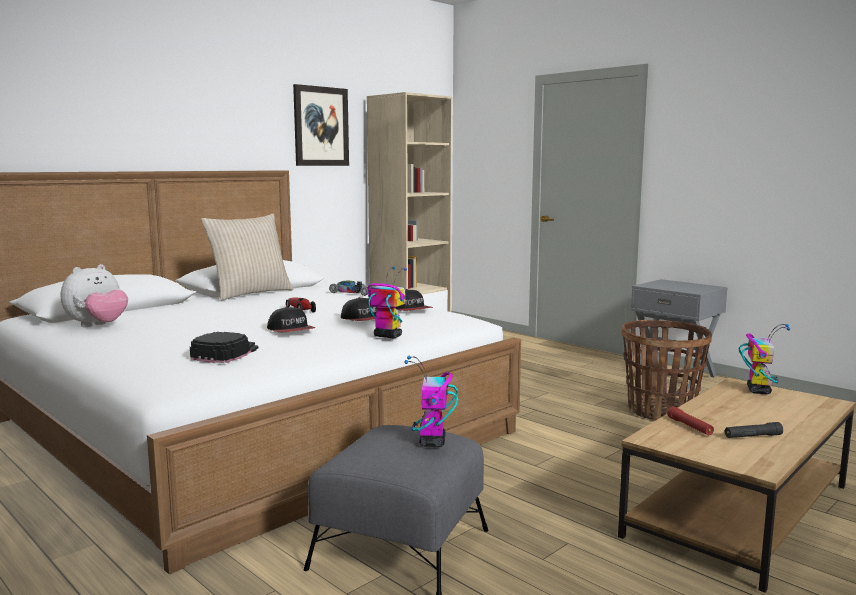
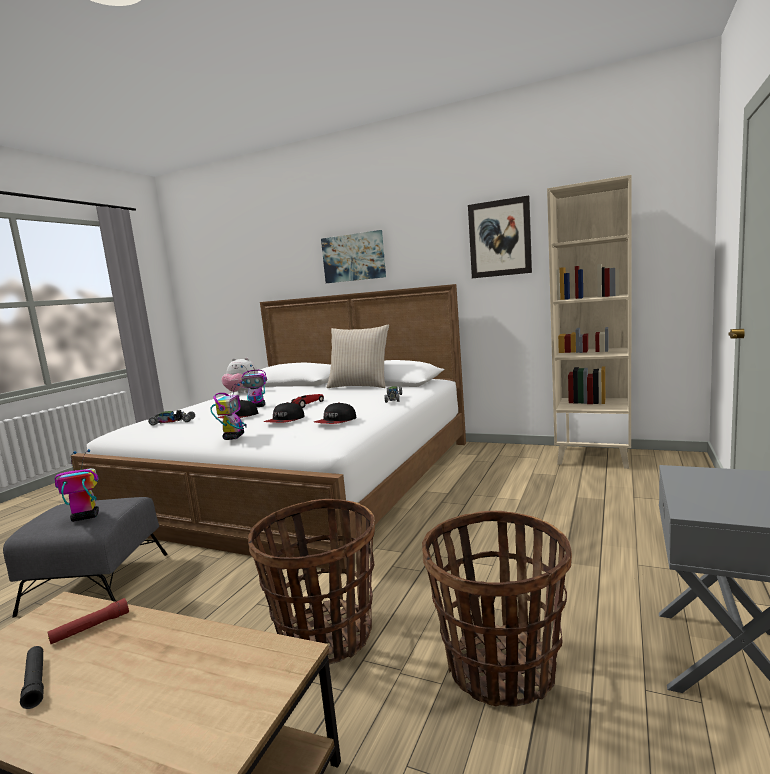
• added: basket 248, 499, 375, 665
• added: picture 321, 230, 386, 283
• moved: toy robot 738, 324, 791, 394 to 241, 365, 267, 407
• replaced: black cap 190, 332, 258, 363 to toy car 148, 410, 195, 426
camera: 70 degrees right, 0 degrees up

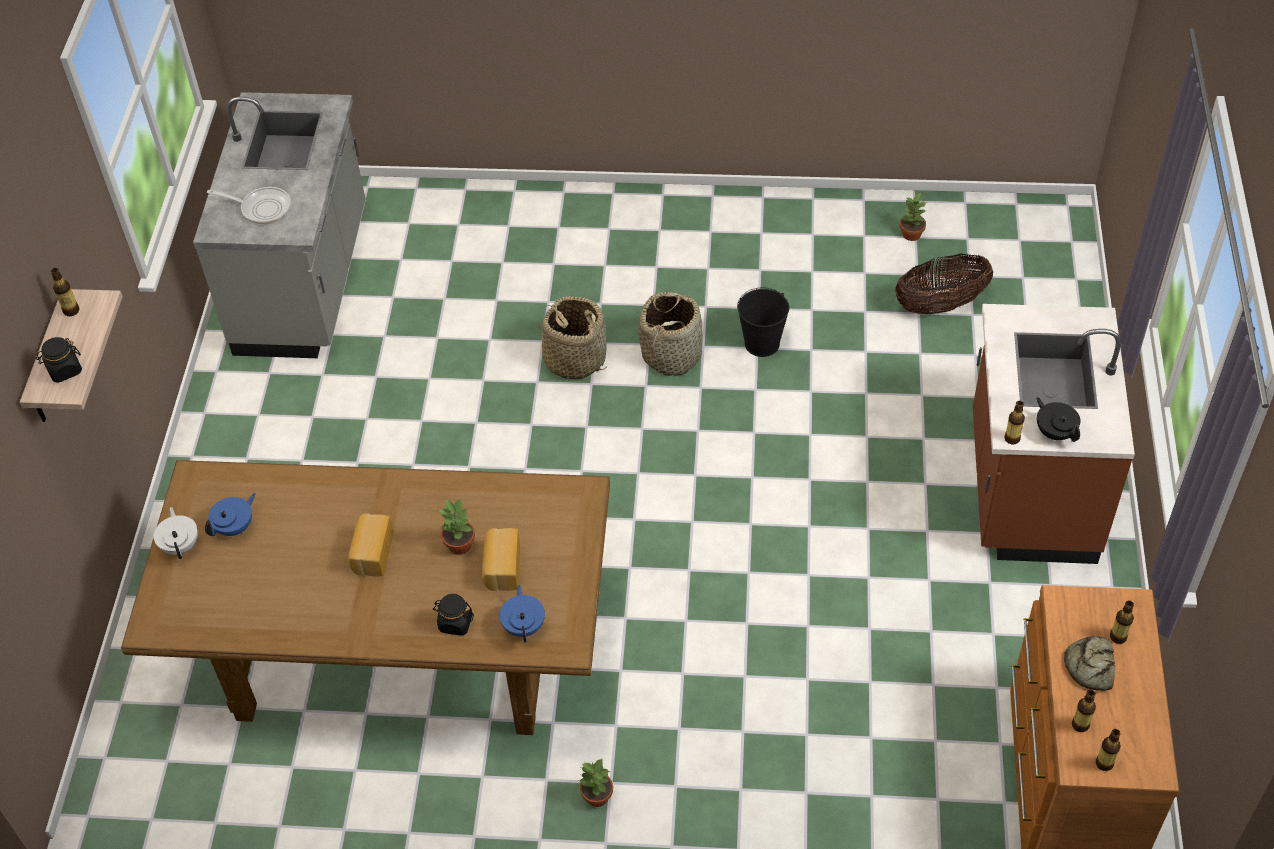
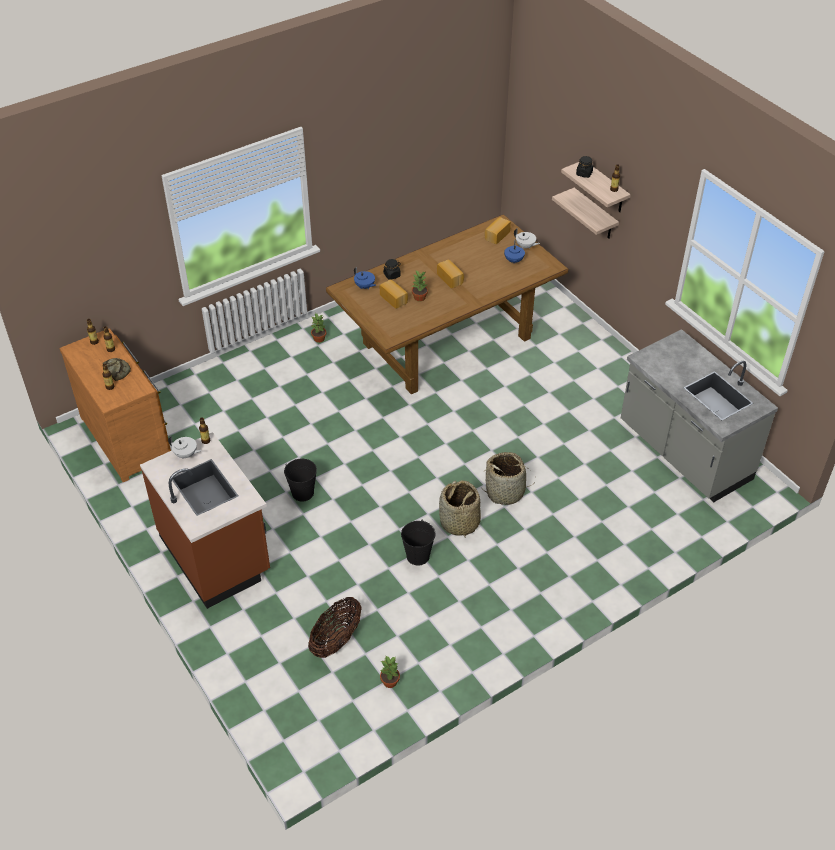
• removed: frying pan 207, 187, 291, 224
• added: black bucket 284, 459, 317, 502
• added: bread 484, 217, 511, 244
• added: shelf 552, 188, 619, 239
• recoloured: black teapot 1036, 397, 1081, 442 to white teapot 168, 436, 202, 459
camera: 140 degrees right, 5 degrees down

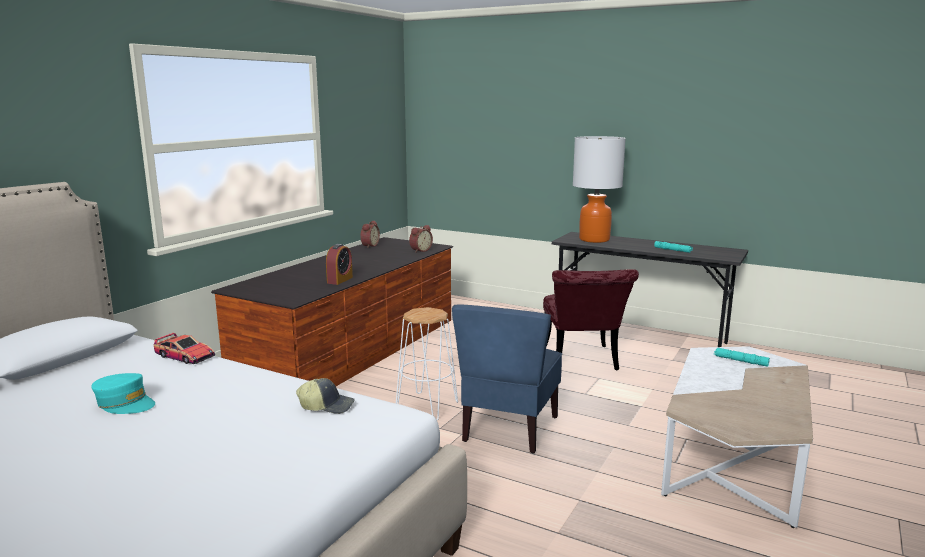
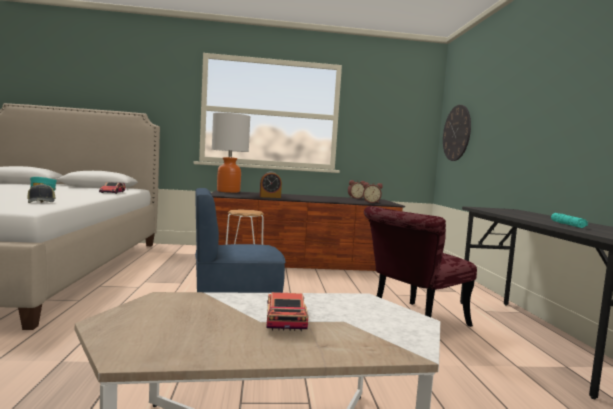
• removed: turquoise flashlight 714, 348, 770, 367
• added: toy car 266, 292, 308, 331
• added: wall clock 443, 105, 471, 161
• moved: table lamp 573, 136, 626, 243 to 212, 113, 250, 193
camera: 55 degrees right, 10 degrees down

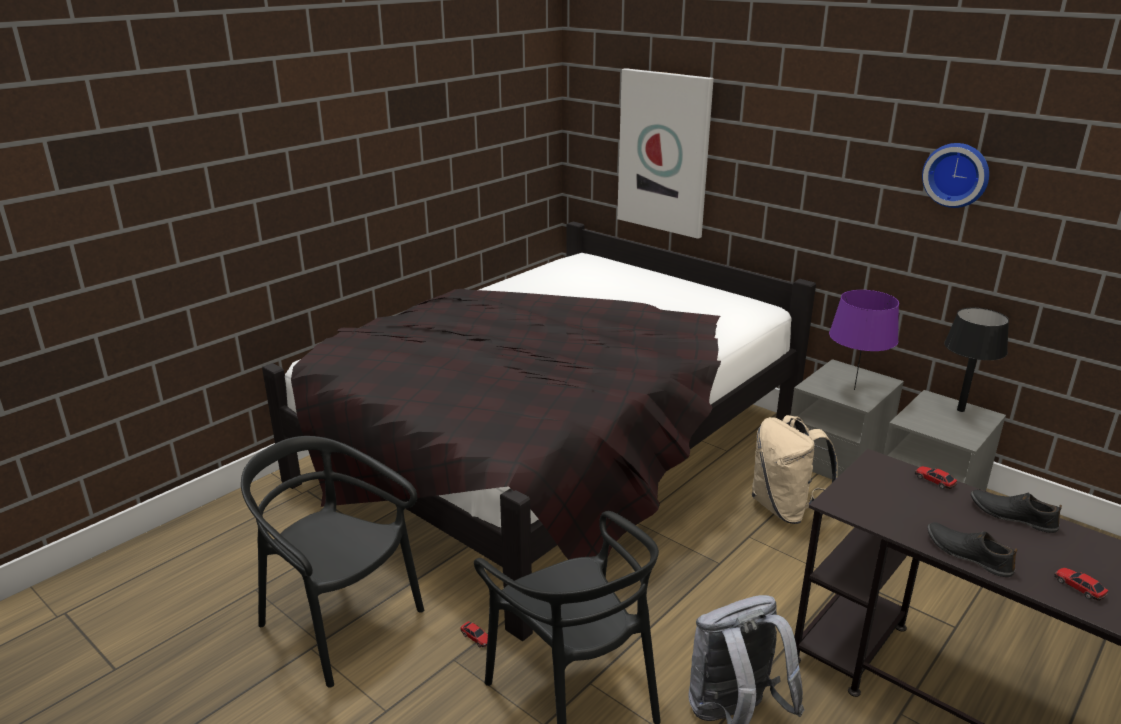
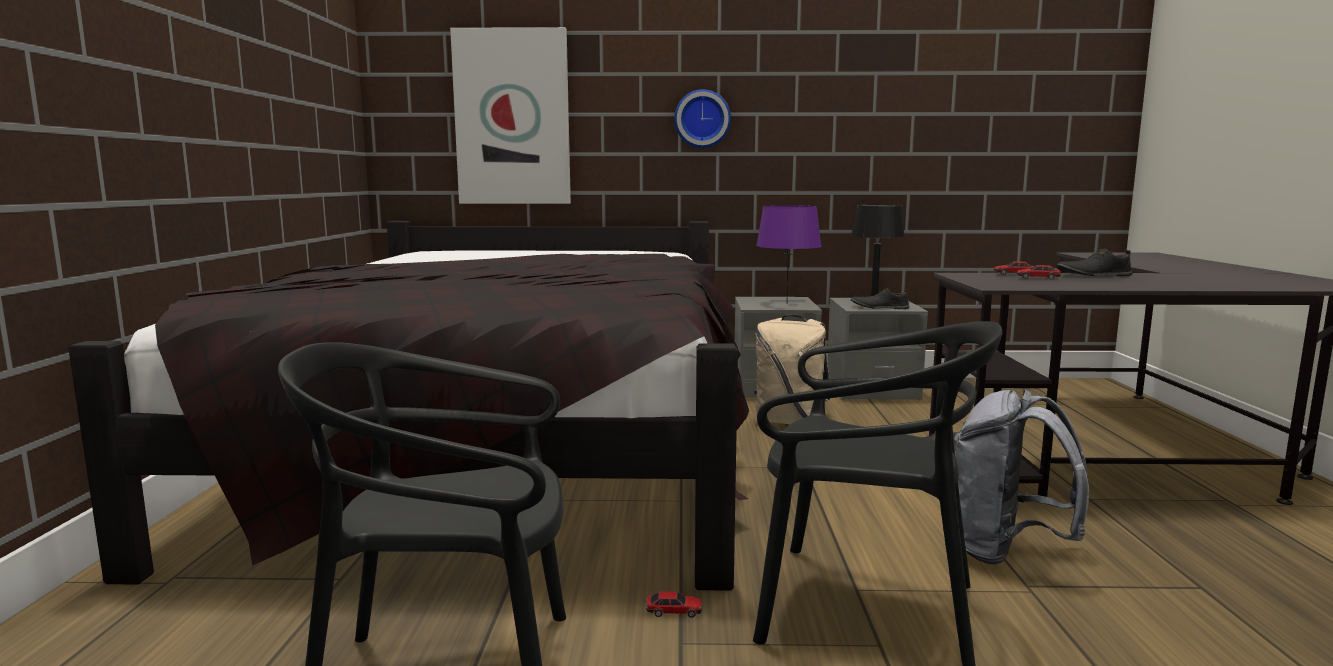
• moved: wall clock 922, 143, 989, 208 to 674, 89, 731, 148
• moved: black shoe 927, 522, 1017, 577 to 851, 288, 909, 309
• moved: toy car 1054, 568, 1108, 601 to 1017, 265, 1061, 280
camera: 40 degrees left, 15 degrees down

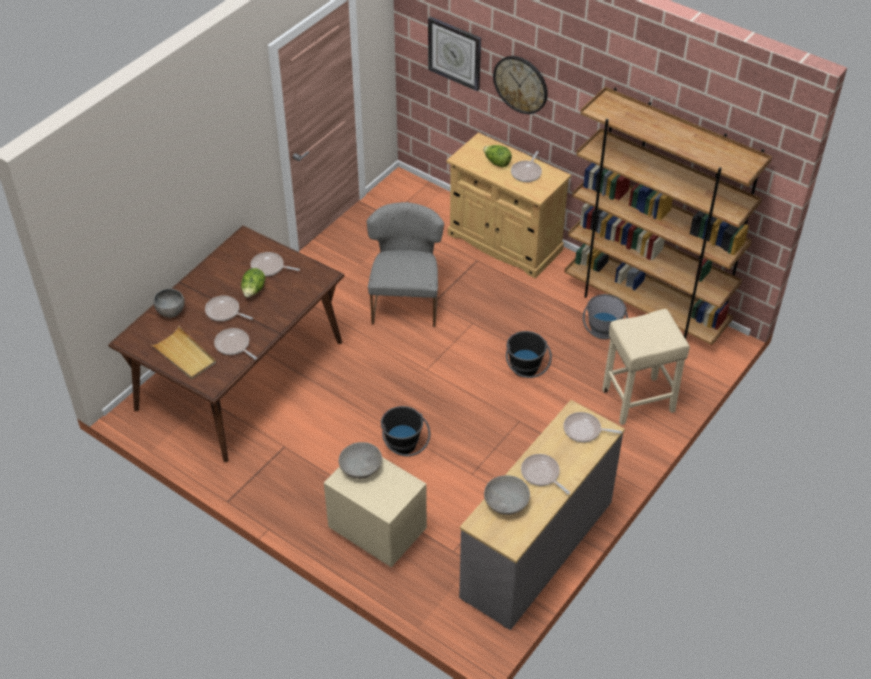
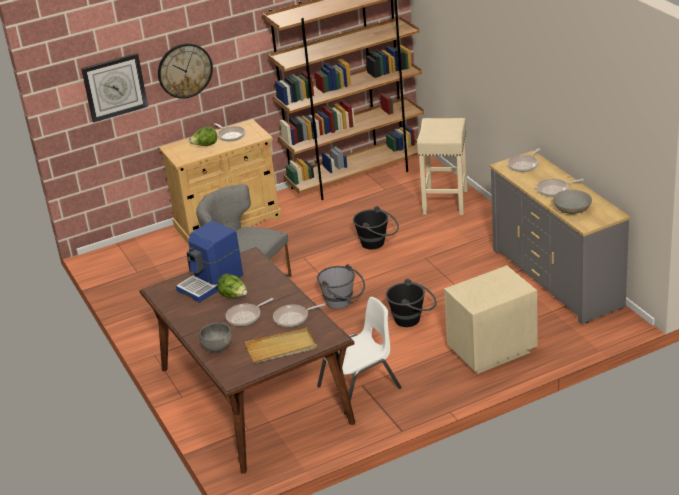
• removed: grey bowl 339, 442, 382, 479
• added: white chair 317, 297, 401, 415
• moved: grey bucket 583, 294, 628, 340 to 317, 264, 365, 309
• replaced: frying pan 250, 252, 300, 276 to coffee machine 176, 221, 243, 303
camera: 60 degrees left, 15 degrees down

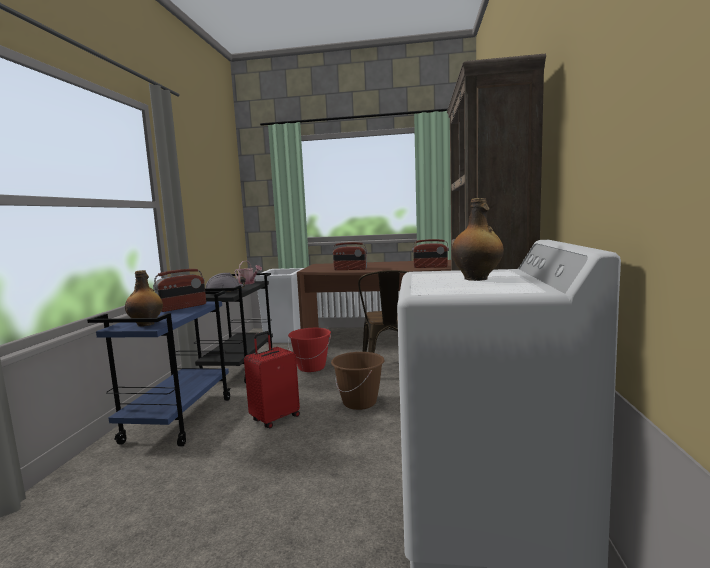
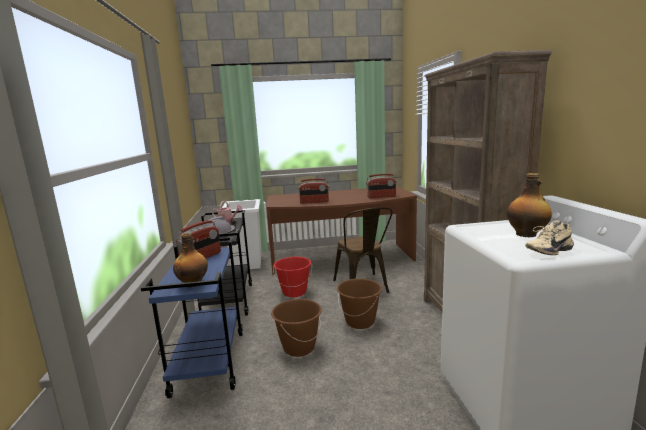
• added: beige shoe 526, 221, 574, 255
• replaced: red suitcase 244, 331, 300, 428 to brown bucket 271, 299, 322, 357
camera: 15 degrees left, 5 degrees up

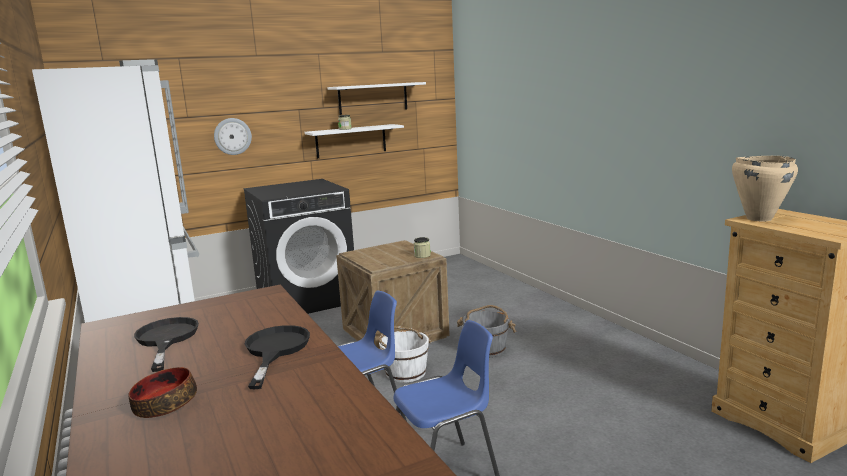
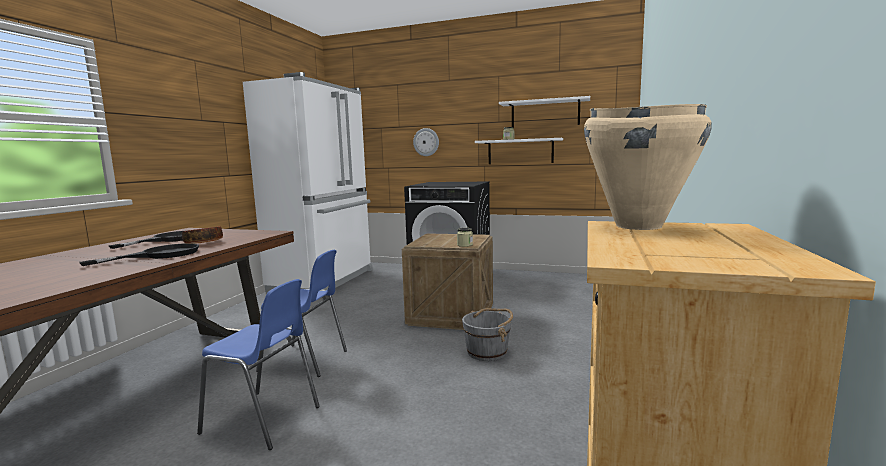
• removed: white bucket 379, 326, 432, 383
• moved: bowl 128, 367, 197, 418 to 182, 226, 223, 244
camera: 45 degrees right, 5 degrees down

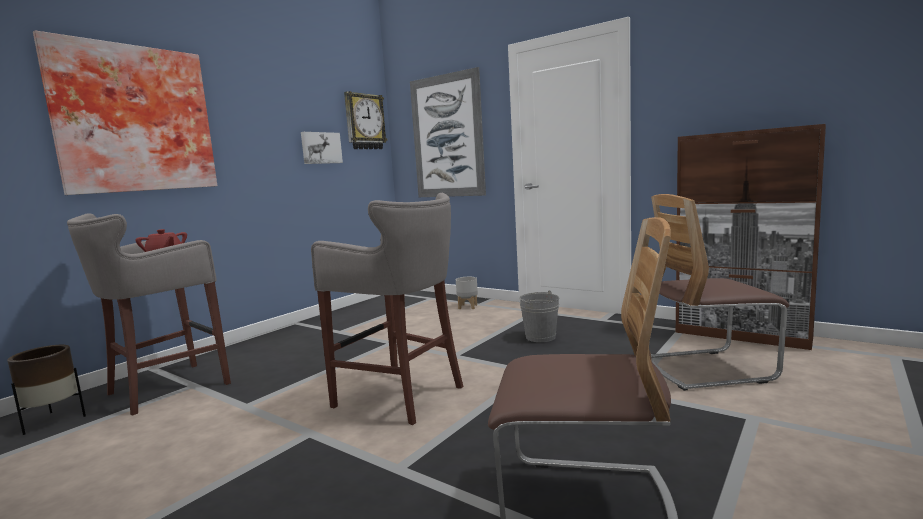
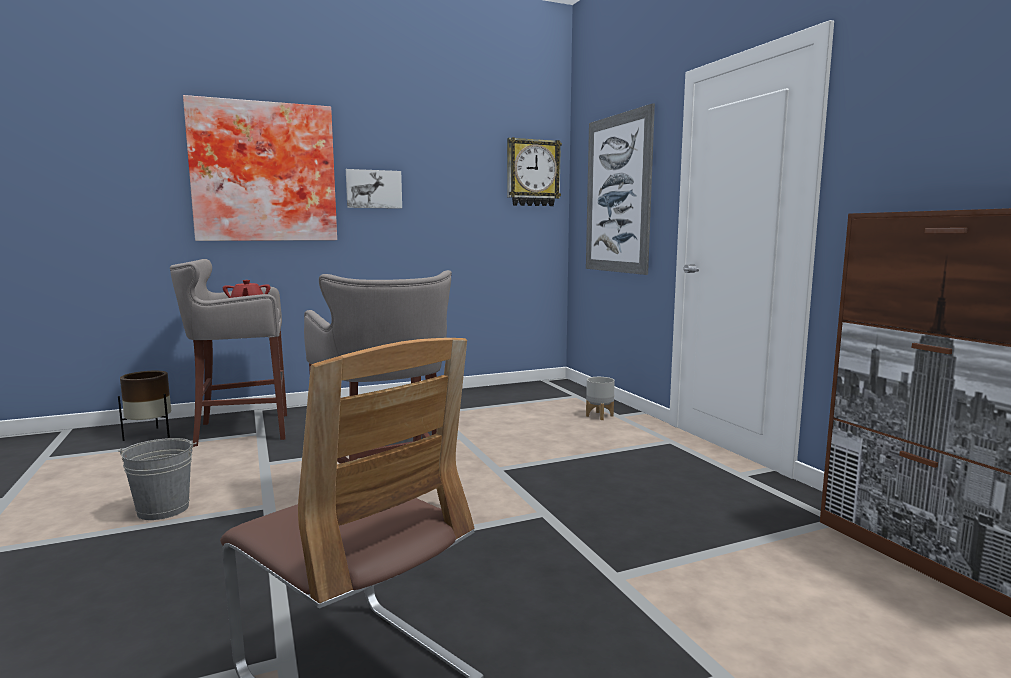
• removed: chair 651, 194, 789, 391
• moved: picture 301, 132, 343, 164 to 346, 169, 402, 209
• moved: grey bucket 519, 290, 559, 342 to 118, 438, 197, 520
camera: 30 degrees right, 0 degrees up

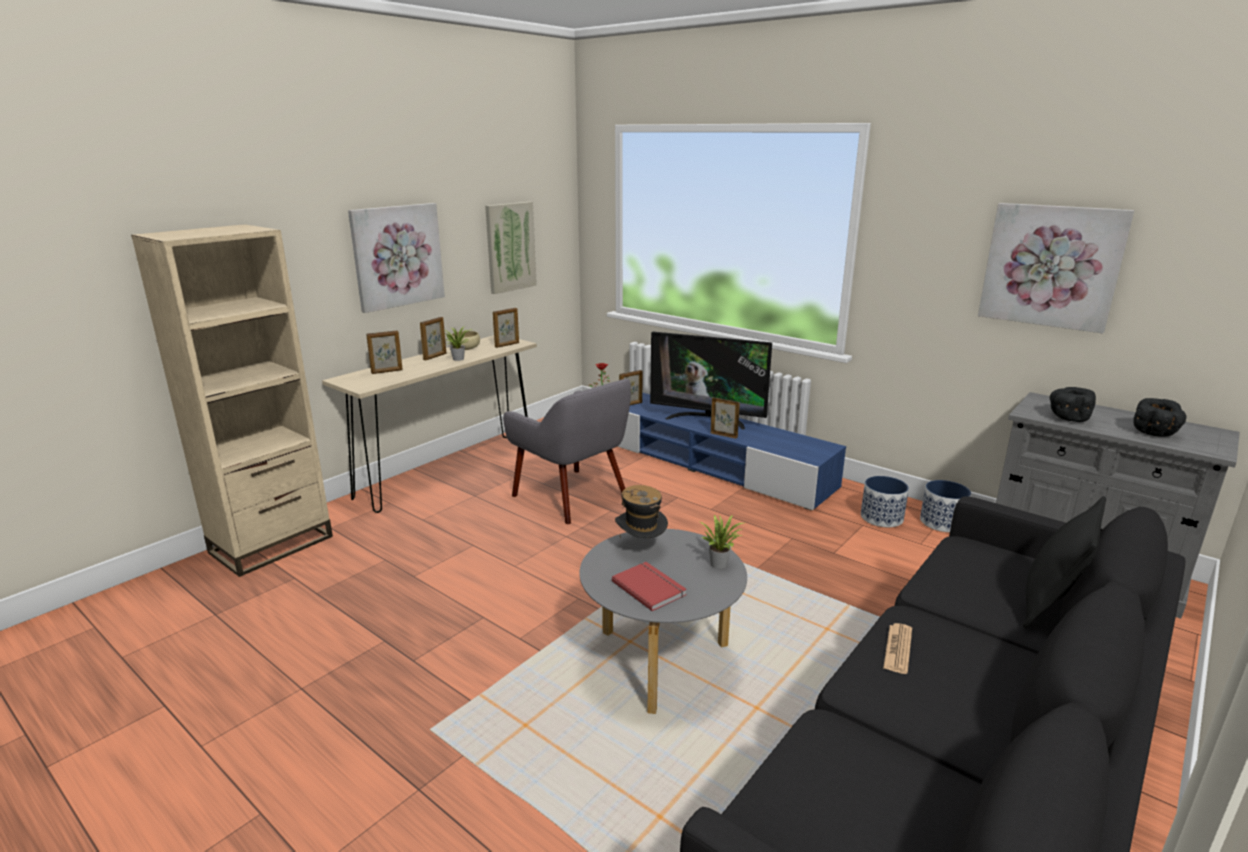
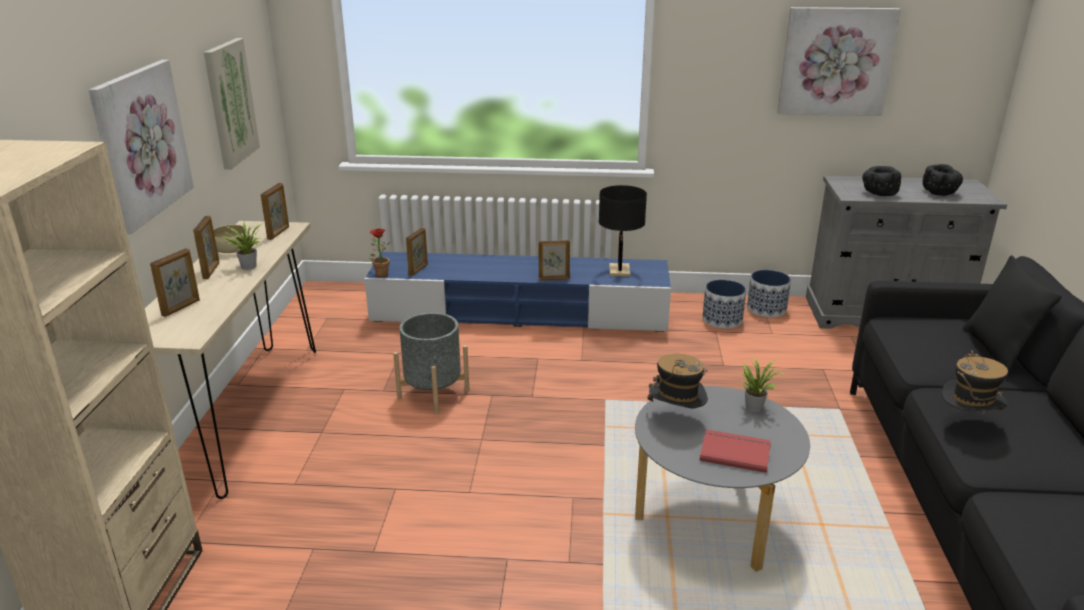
• removed: television 650, 331, 772, 429
• added: black table lamp 599, 185, 647, 277
• replaced: grey armchair 503, 379, 631, 524 to grey planter 393, 313, 469, 414
• replaced: newspaper 883, 623, 912, 674 to hat 942, 350, 1008, 414
camera: 35 degrees left, 5 degrees up

